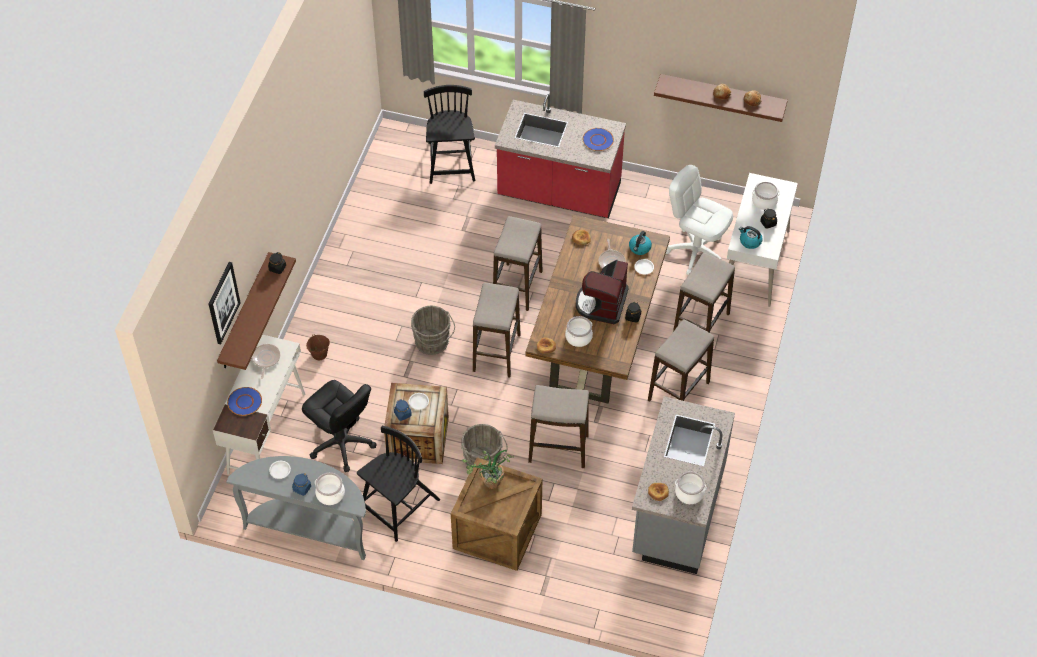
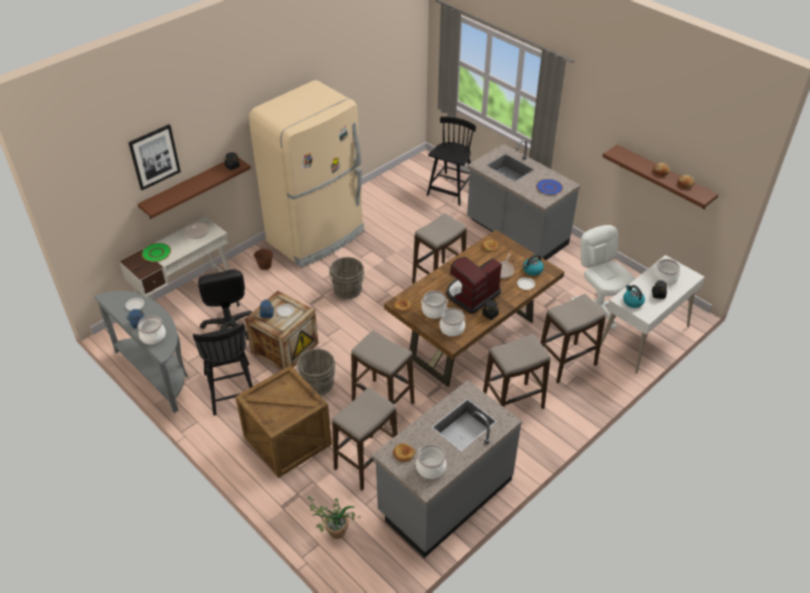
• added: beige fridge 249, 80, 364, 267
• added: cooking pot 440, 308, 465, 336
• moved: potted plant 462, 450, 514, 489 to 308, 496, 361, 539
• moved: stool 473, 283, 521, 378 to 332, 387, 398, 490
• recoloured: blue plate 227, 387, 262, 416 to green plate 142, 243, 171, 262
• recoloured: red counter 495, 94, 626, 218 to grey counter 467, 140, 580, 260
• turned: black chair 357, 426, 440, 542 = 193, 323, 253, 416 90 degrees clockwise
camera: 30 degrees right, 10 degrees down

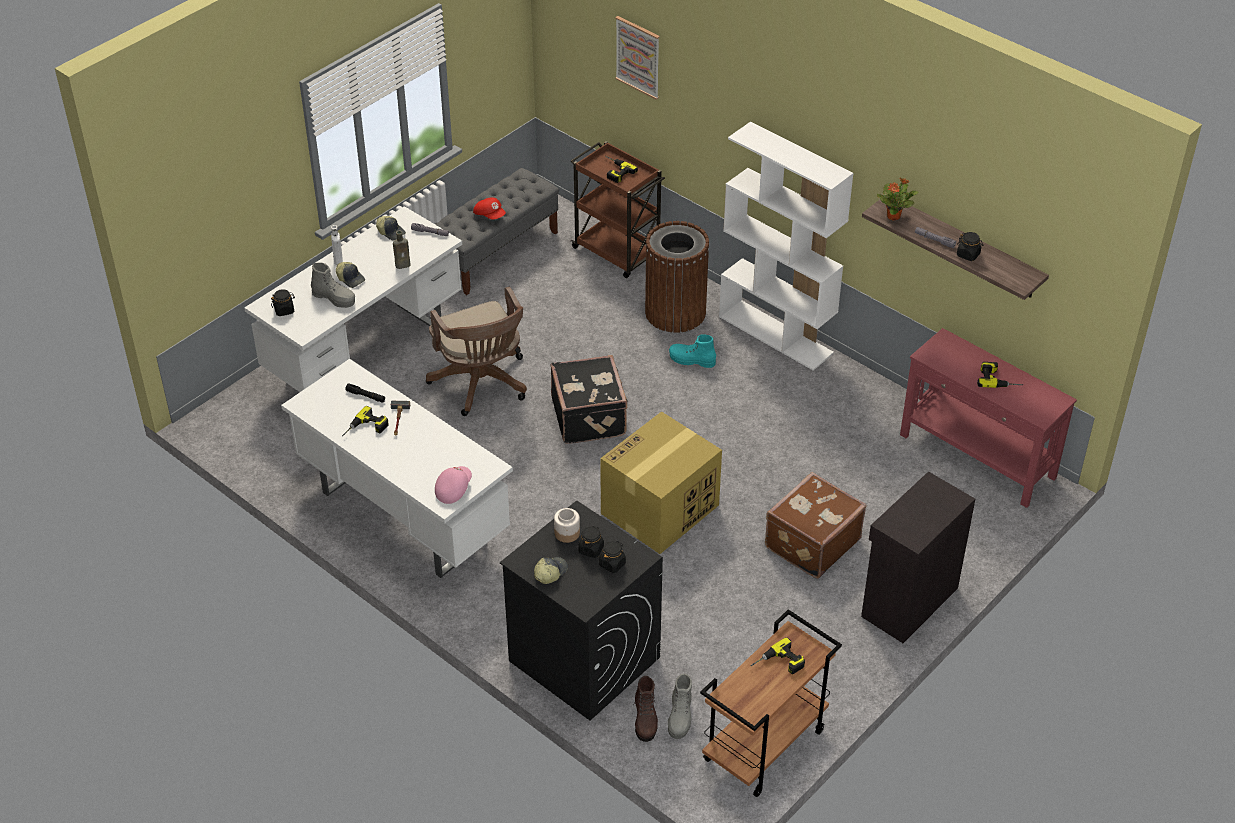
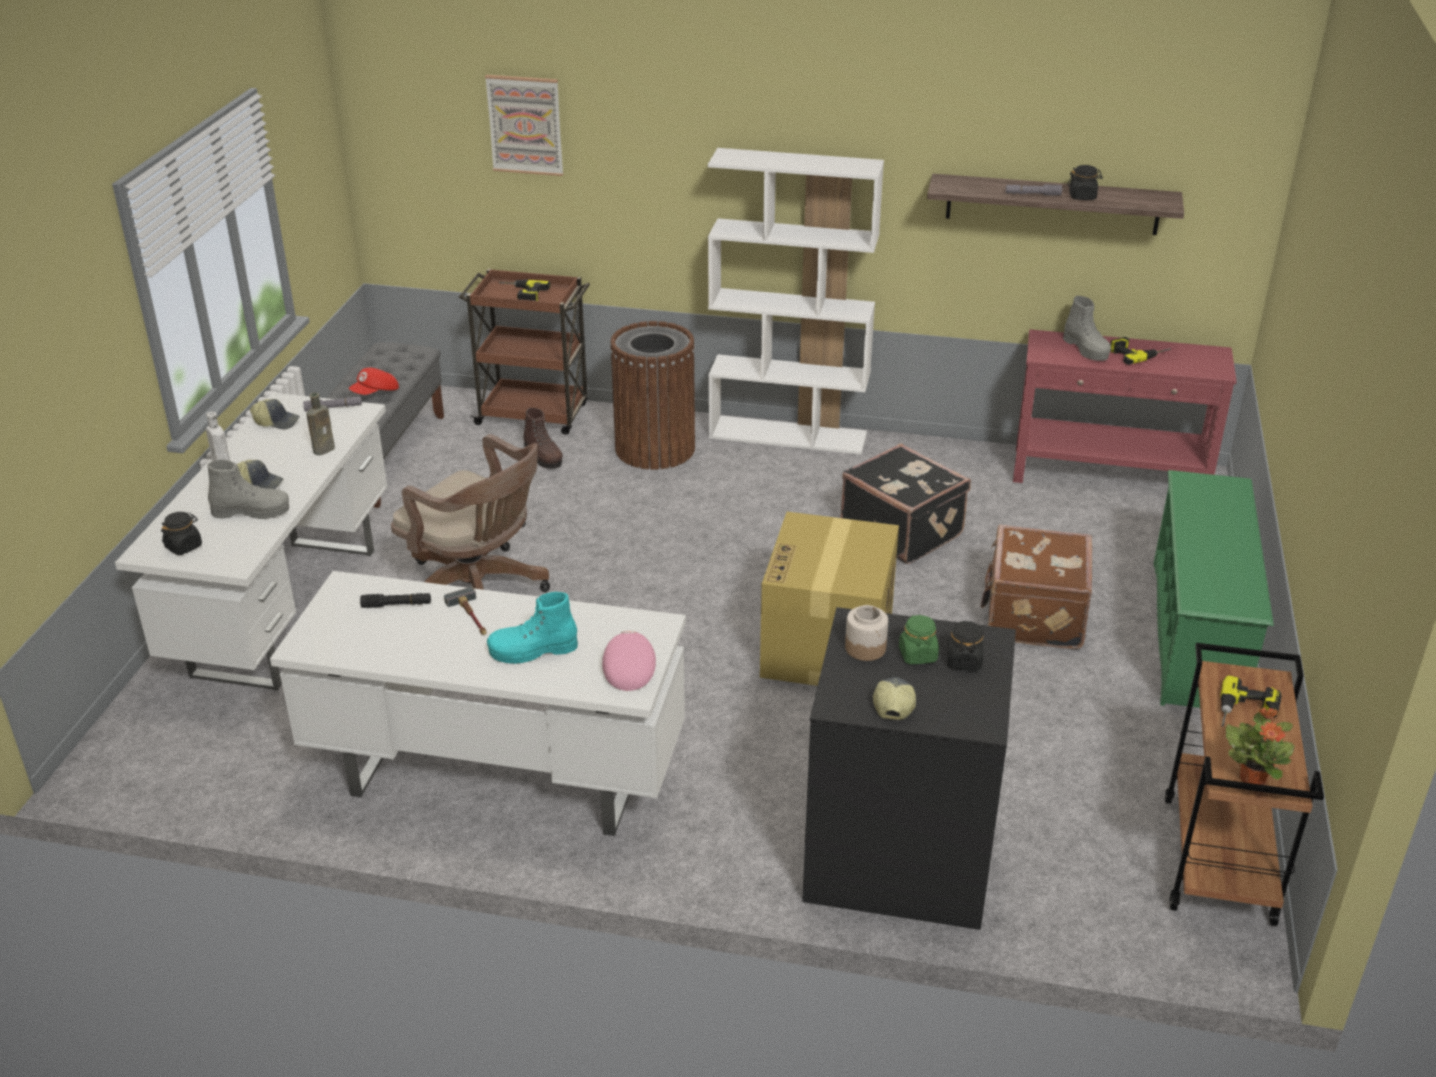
• removed: power drill 342, 406, 389, 436
• moved: black suitcase 551, 355, 628, 444 to 840, 443, 971, 564
• moved: brown boot 633, 676, 658, 742 to 523, 408, 563, 469
• moved: grey boot 668, 674, 692, 739 to 1063, 296, 1111, 361
• moved: turquoise boot 669, 334, 716, 368 to 487, 592, 578, 664
• moved: potted plant 877, 178, 919, 221 to 1226, 707, 1295, 785
• replaced: black cabinet 861, 471, 975, 643 to green shoe rack 1154, 470, 1274, 708
• recoloured: black jar 578, 526, 604, 558 to green jar 899, 615, 939, 664
• turned: red cap 473, 197, 506, 220 = 349, 368, 399, 395 120 degrees clockwise
camera: 30 degrees left, 10 degrees down

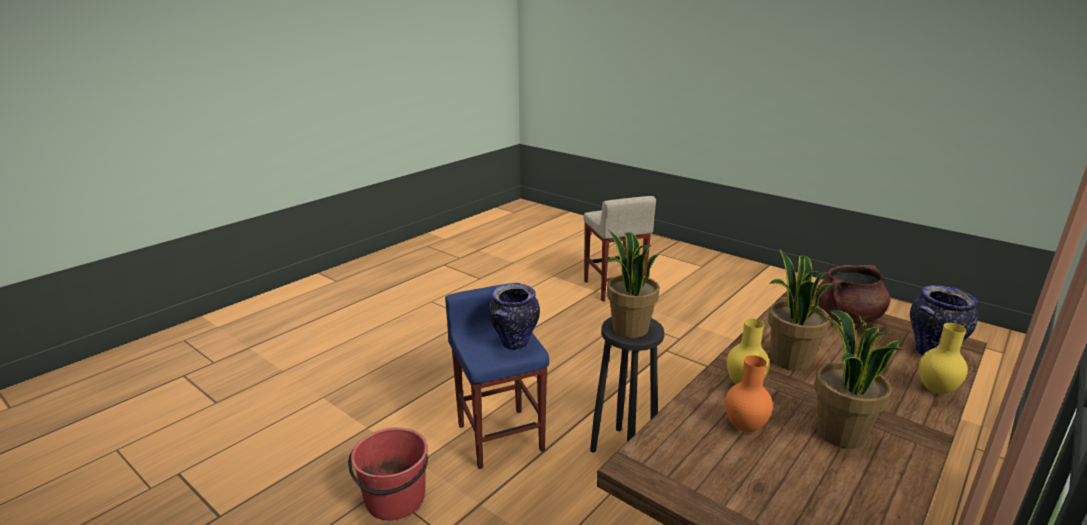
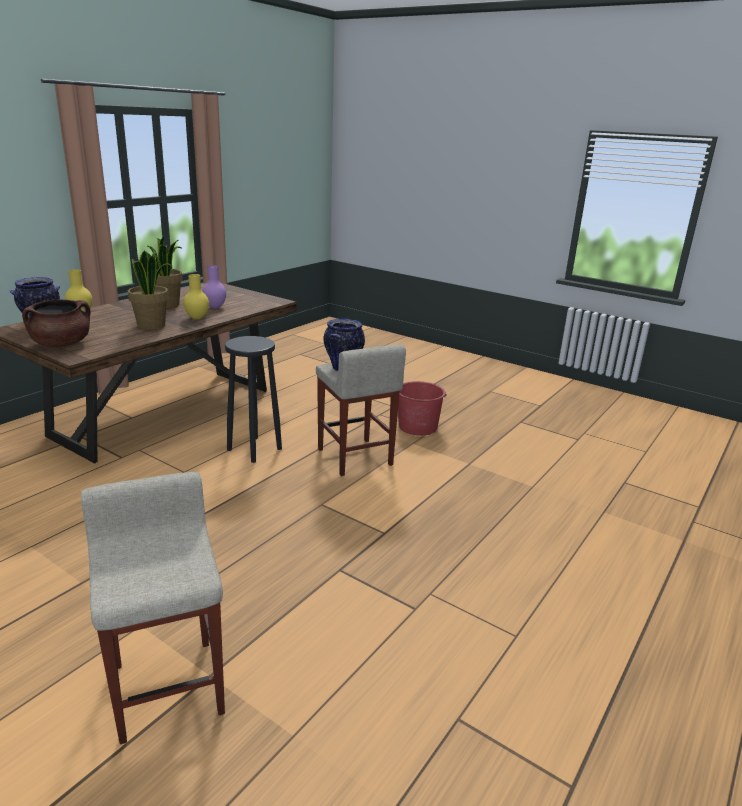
• removed: potted plant 607, 230, 660, 338
• recoloured: blue stool 445, 283, 549, 469 to beige stool 316, 345, 406, 476
• recoloured: orange vase 725, 355, 773, 432 to purple vase 202, 265, 226, 309
camera: 175 degrees right, 0 degrees up

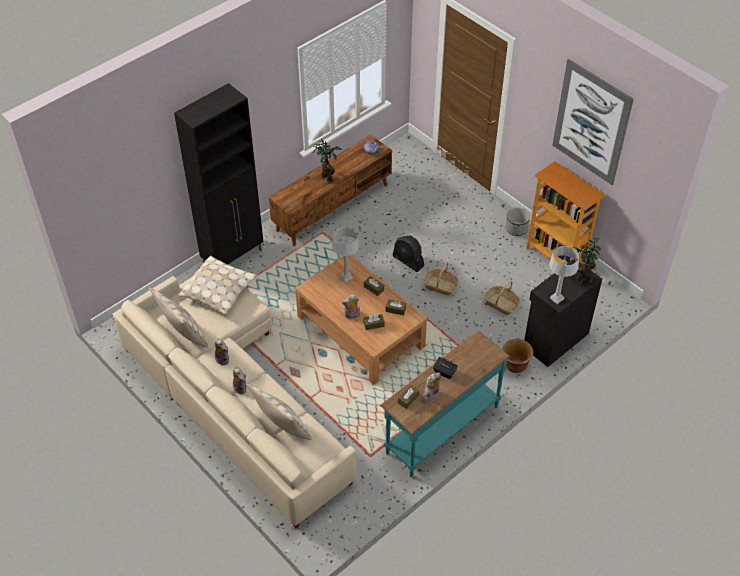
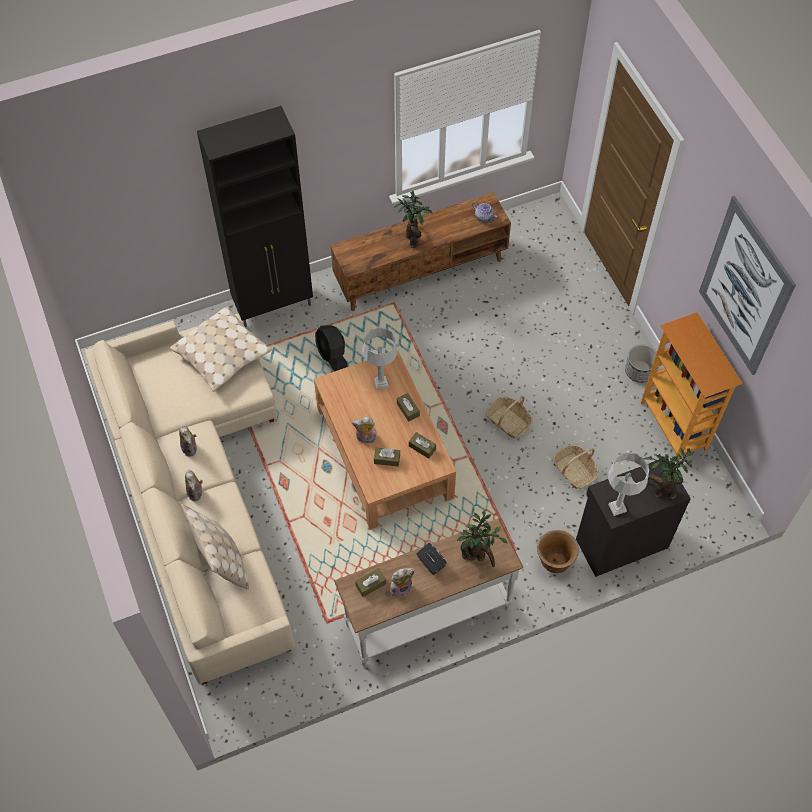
• removed: beige pillow 149, 288, 208, 347
• added: potted plant 457, 511, 507, 567
• moved: black fan 392, 236, 424, 272 to 315, 325, 348, 372
• recoloured: turquoise console table 380, 330, 510, 477 to white console table 334, 518, 524, 667
camera: 20 degrees right, 10 degrees up

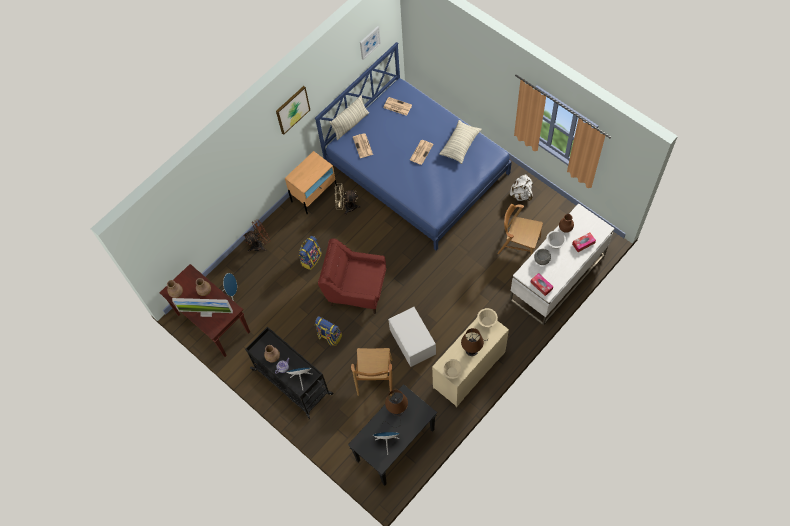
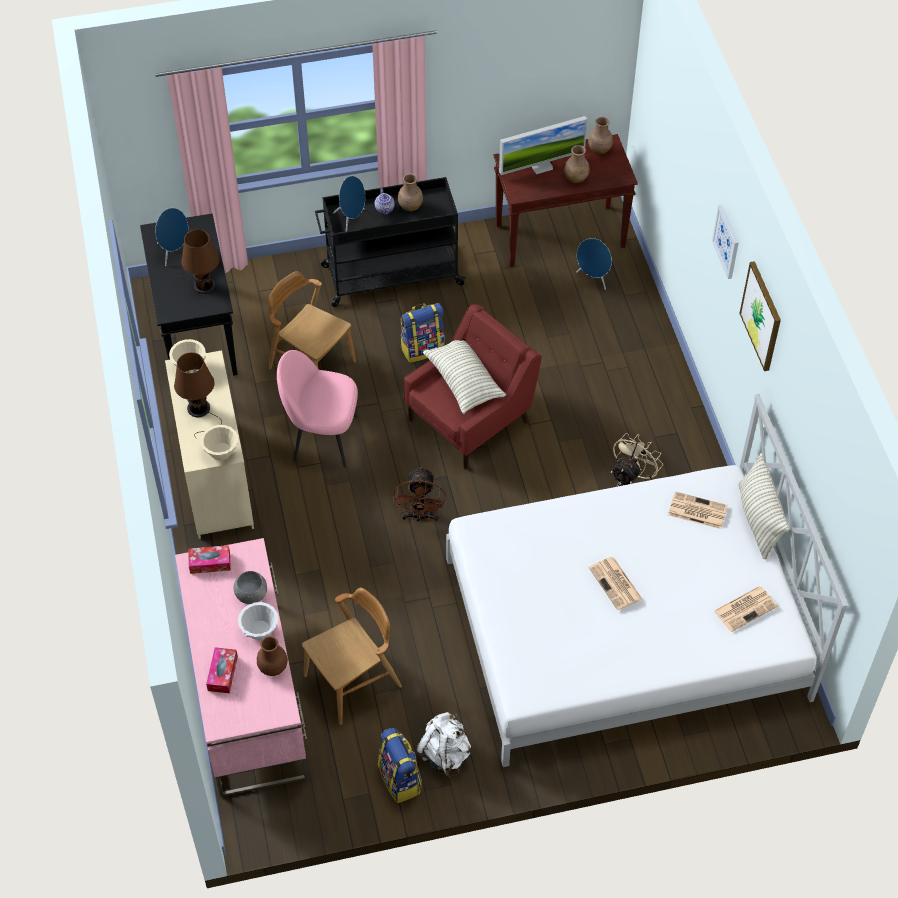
• removed: beige nightstand 285, 151, 337, 214
• moved: brown fan 244, 219, 270, 252 to 393, 466, 446, 522
• moved: backpack 298, 236, 322, 270 to 378, 728, 422, 803
• moved: picture 360, 26, 381, 60 to 712, 205, 739, 279
• moved: pillow 439, 120, 481, 164 to 423, 340, 506, 414
• replaced: white storage box 388, 307, 436, 367 to pink chair 277, 350, 358, 468
• recoloured: blue bed 314, 42, 512, 250 to white bed 446, 394, 849, 767
• recoloured: white desk 510, 203, 615, 326 to pink desk 175, 538, 309, 797
• turned: monitor 172, 298, 233, 317 = 499, 116, 588, 175 150 degrees counterclockwise
camera: 120 degrees right, 10 degrees down

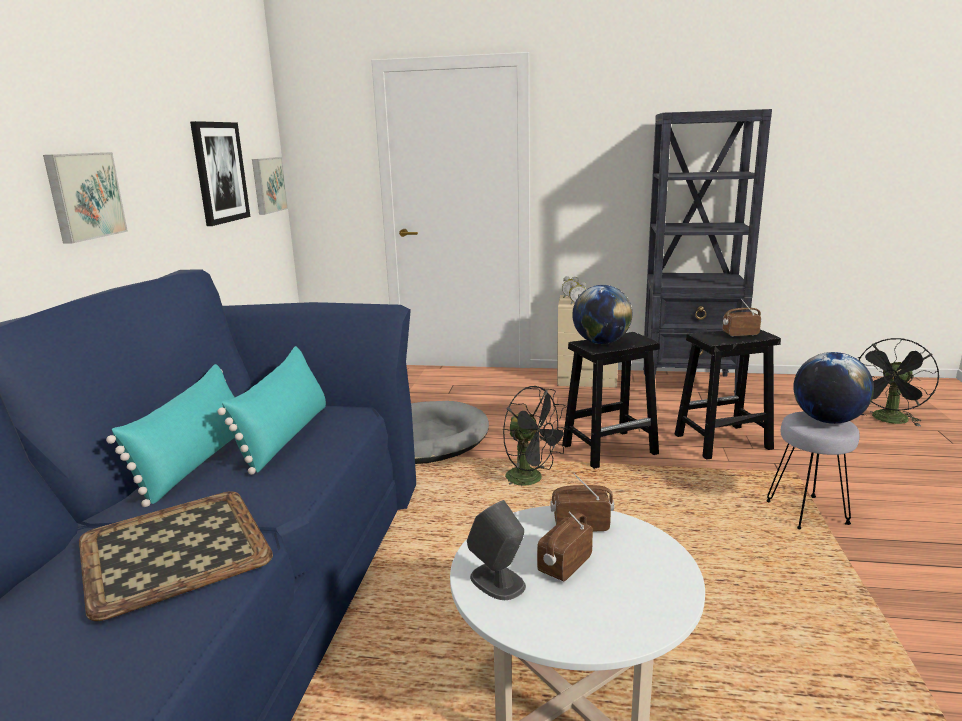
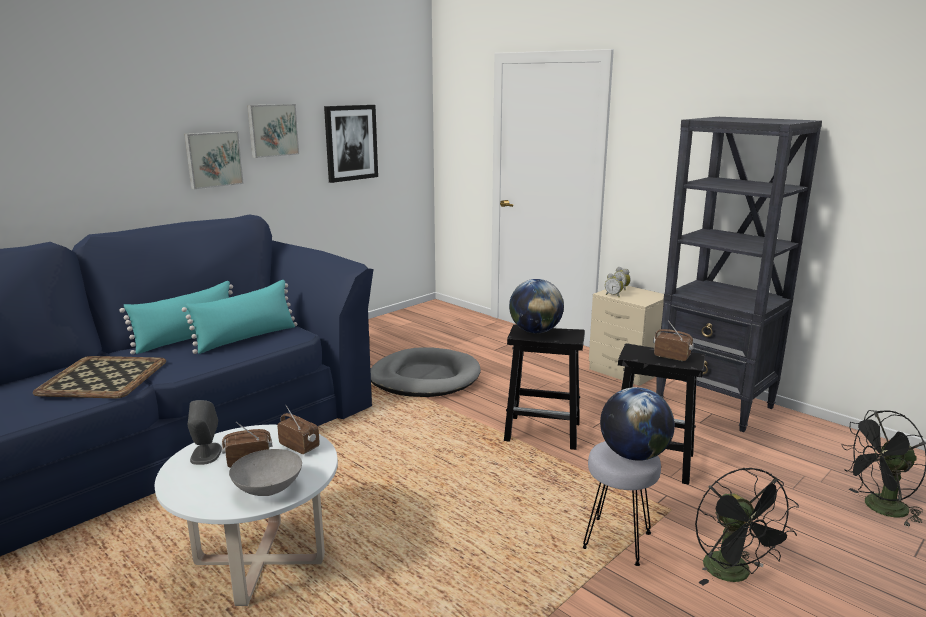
• added: grey bowl 229, 449, 302, 496
• moved: picture 252, 157, 288, 215 to 247, 104, 299, 158
• moved: black fan 503, 386, 570, 486 to 695, 468, 799, 585
camera: 35 degrees right, 0 degrees up

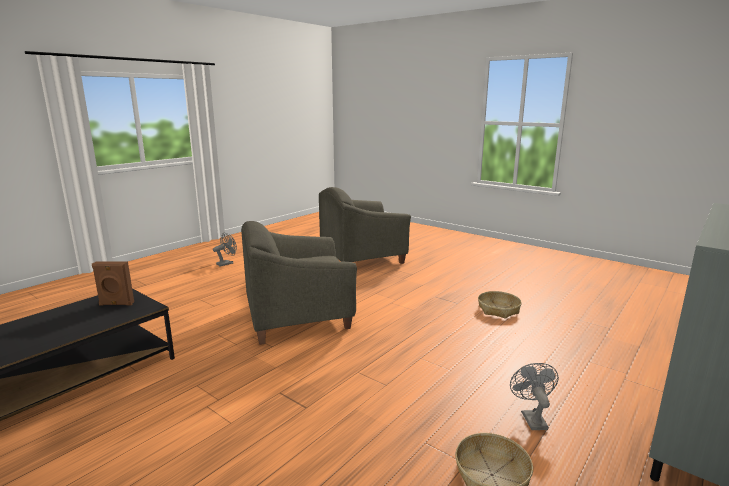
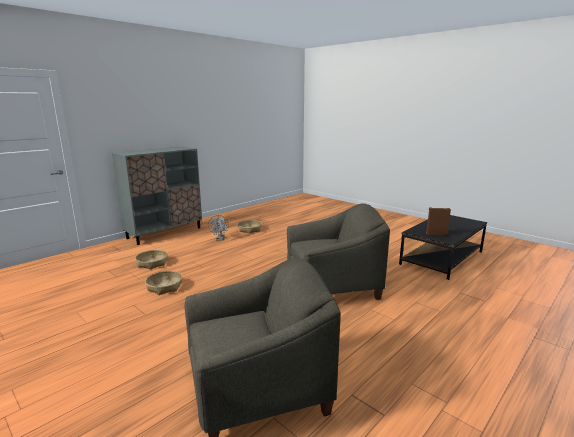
• removed: grey fan 213, 233, 237, 267
• added: basket 135, 250, 168, 270
camera: 175 degrees left, 0 degrees up

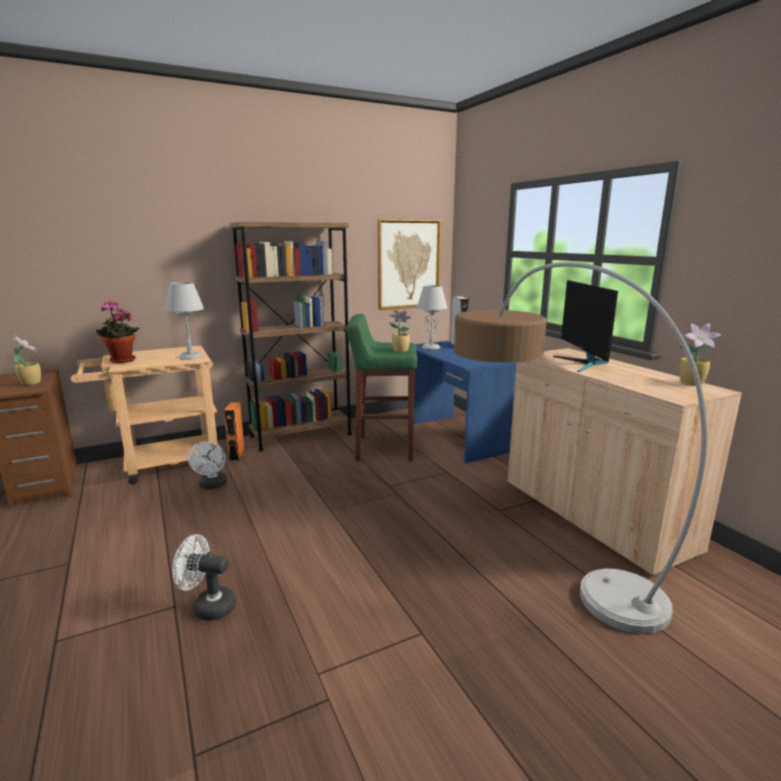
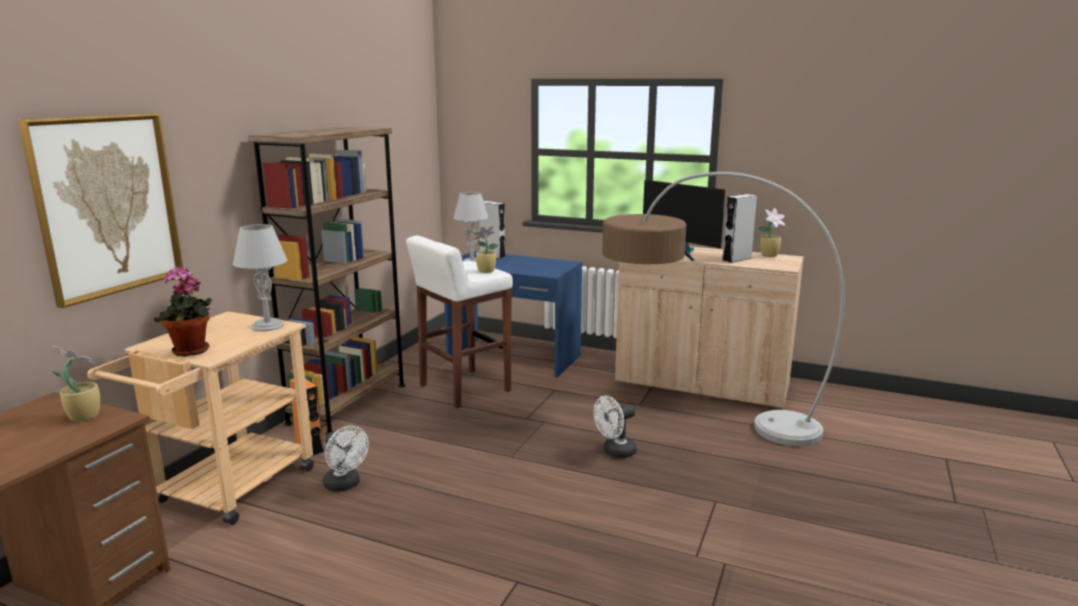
• added: grey speaker 722, 194, 757, 263
• moved: white fan 172, 534, 236, 621 to 593, 396, 637, 458
• moved: picture 378, 219, 441, 310 to 18, 113, 183, 308
• recoloured: green stool 346, 314, 417, 462 to white stool 406, 235, 513, 408
camera: 40 degrees left, 0 degrees up

